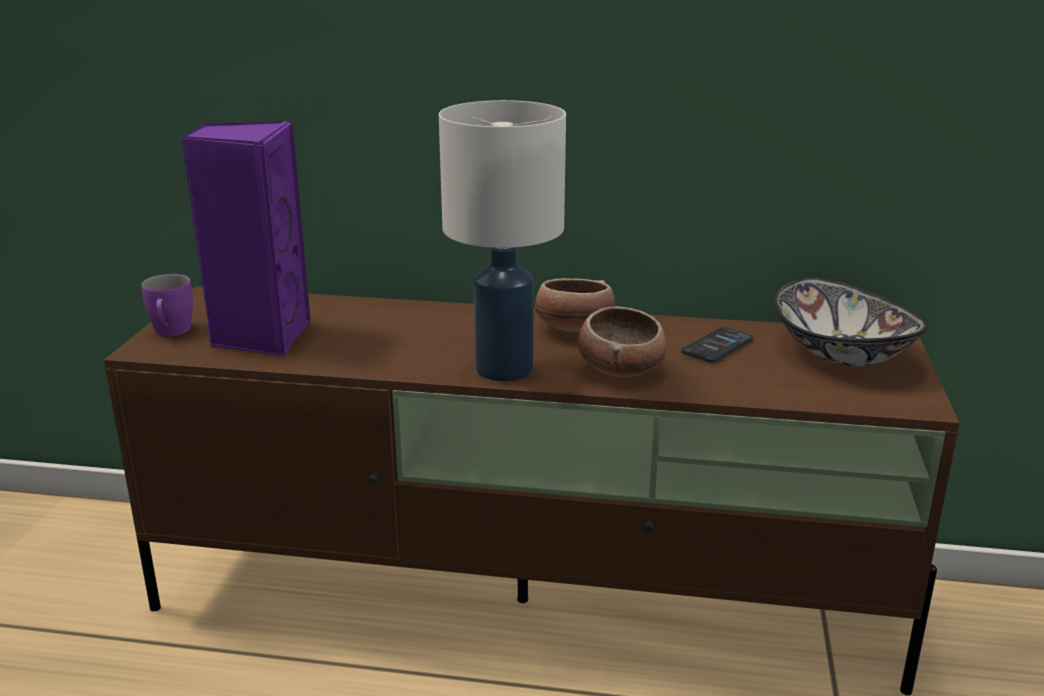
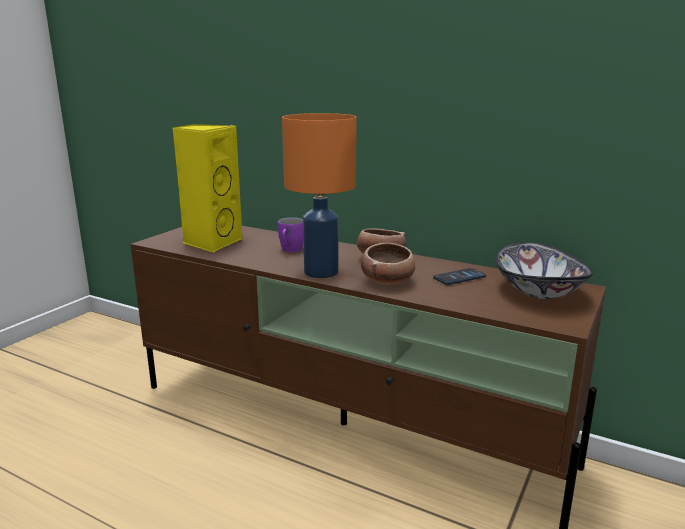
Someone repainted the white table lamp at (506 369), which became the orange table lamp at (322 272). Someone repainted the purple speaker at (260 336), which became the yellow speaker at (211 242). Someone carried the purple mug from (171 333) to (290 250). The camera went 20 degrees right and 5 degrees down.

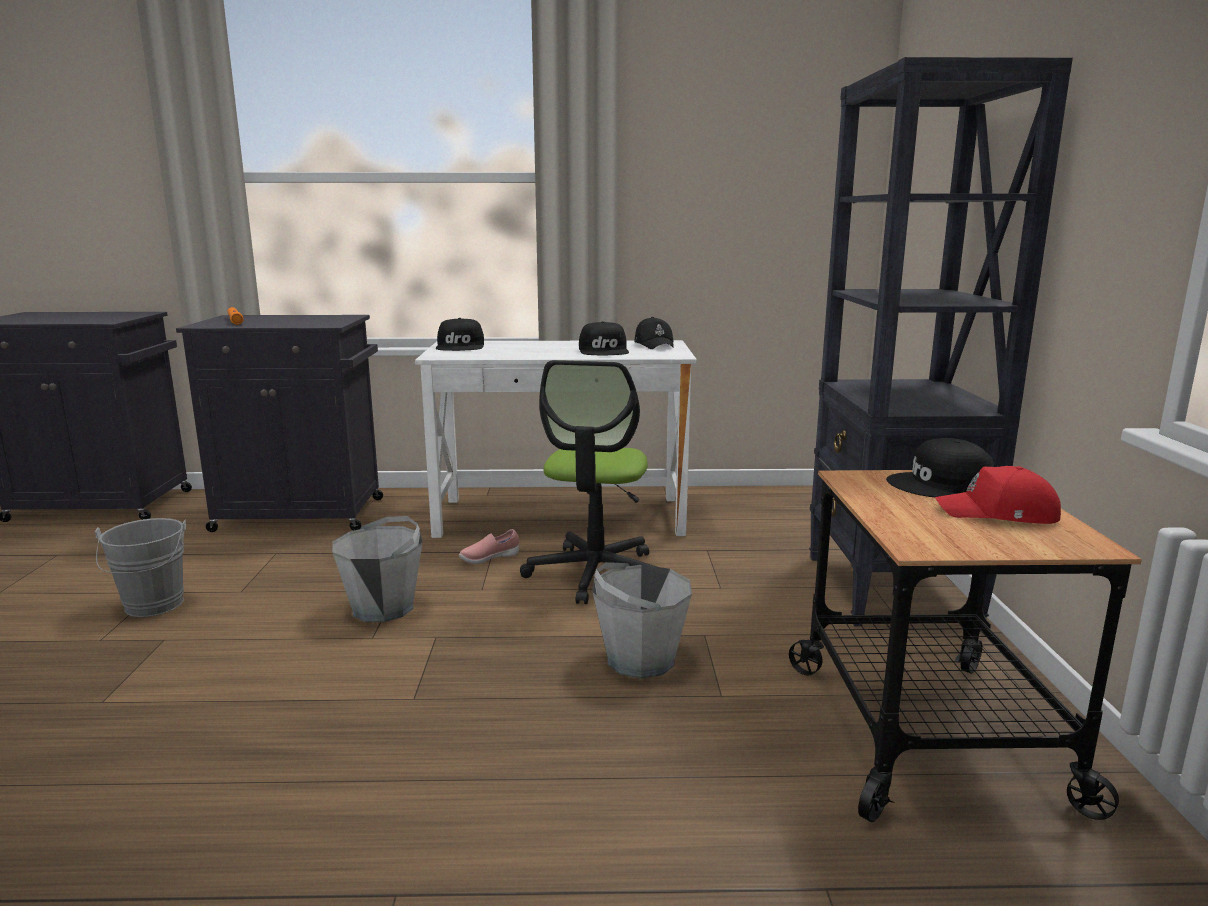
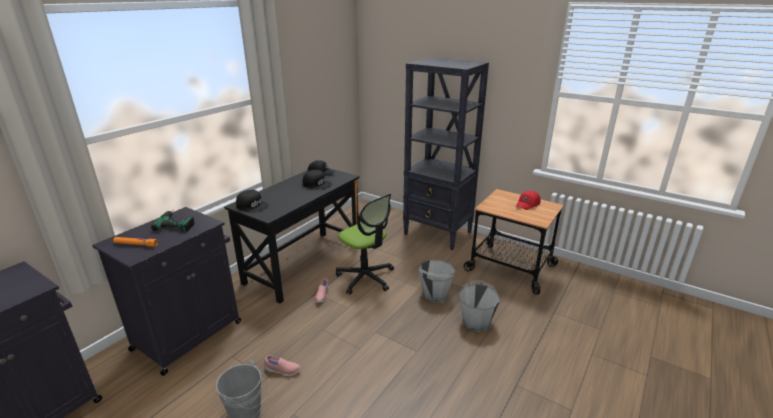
Someone repainted the white desk at (561 516), which became the black desk at (303 264). Someone took away the black cap at (941 485). Someone carried the grey bucket from (383 608) to (476 322). Someone put down the power drill at (178 222). Someone put down the pink shoe at (282 371). The camera went 55 degrees left and 10 degrees up.

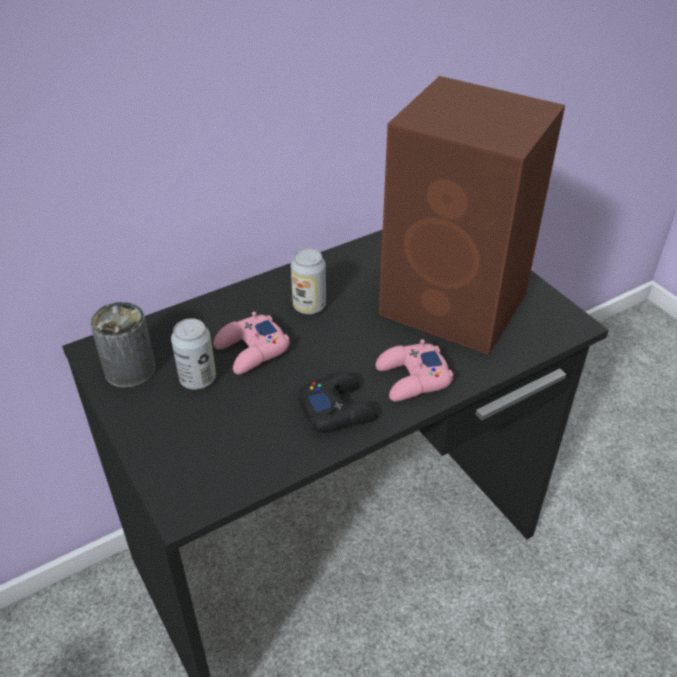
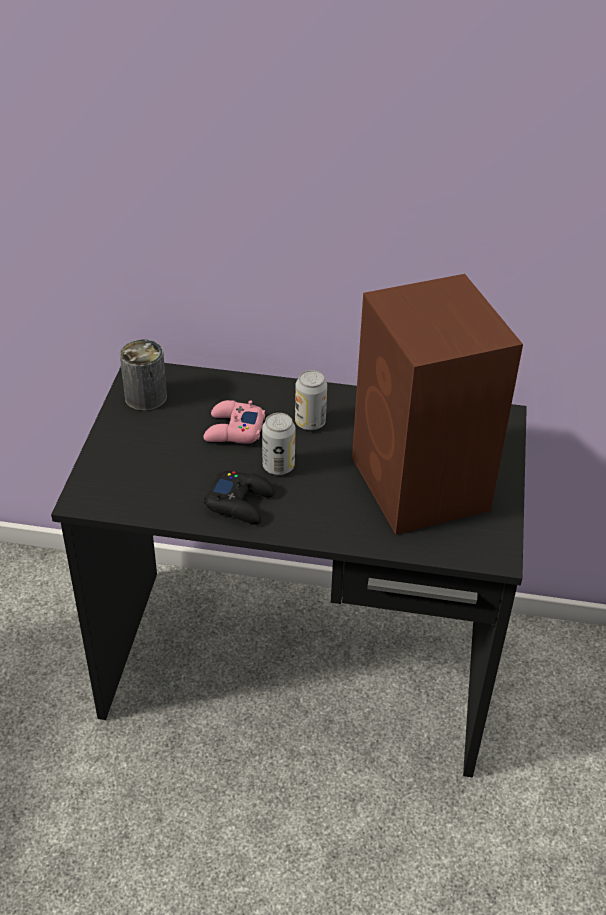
Someone carried the can from (198 379) to (278 466). Someone took away the pink game controller at (412 378). The camera went 40 degrees right and 0 degrees up.

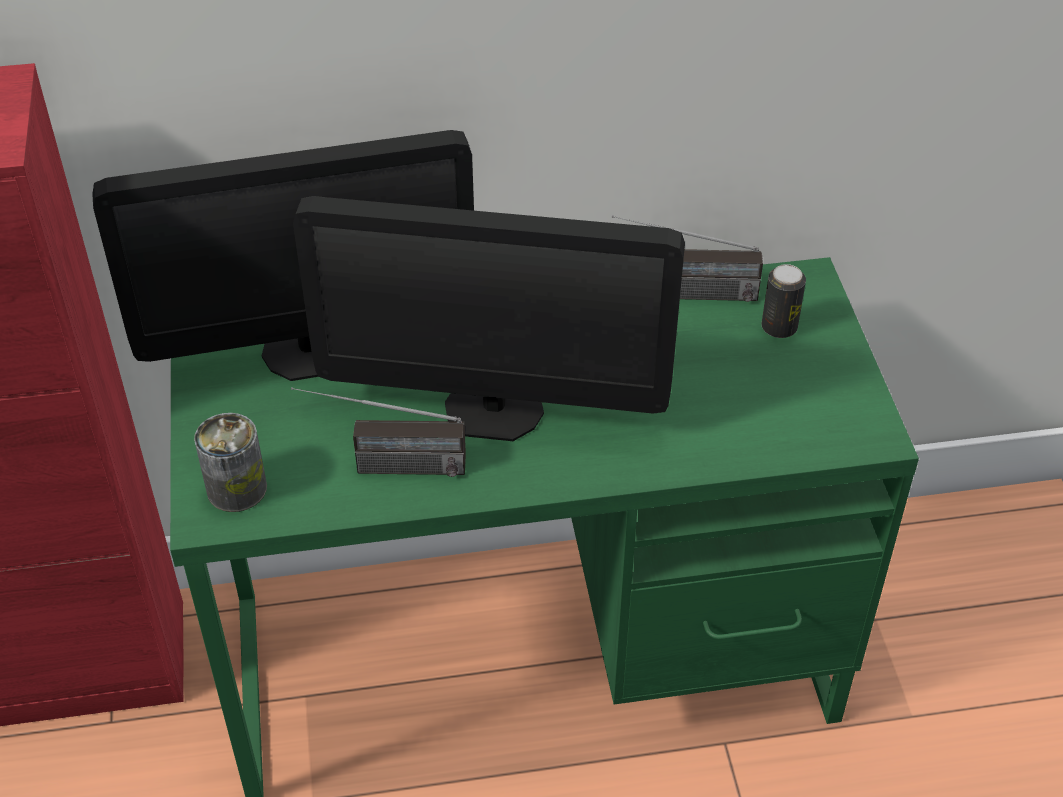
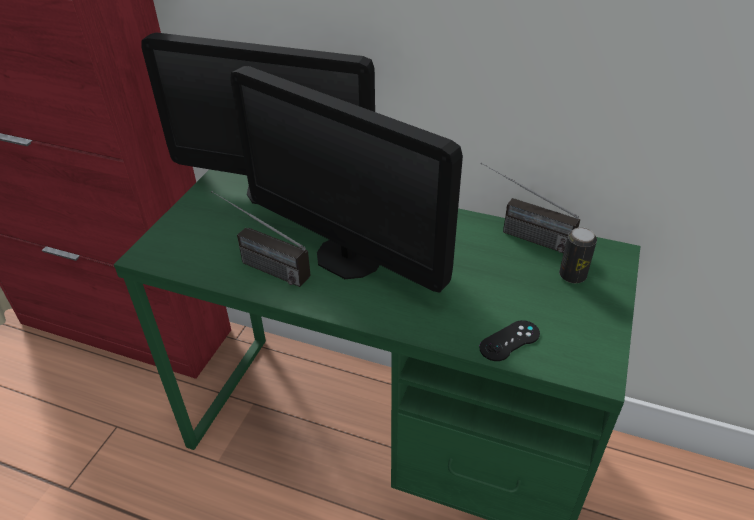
Someone took away the can at (236 488). Someone put down the black game controller at (509 341). The camera went 30 degrees right and 5 degrees down.

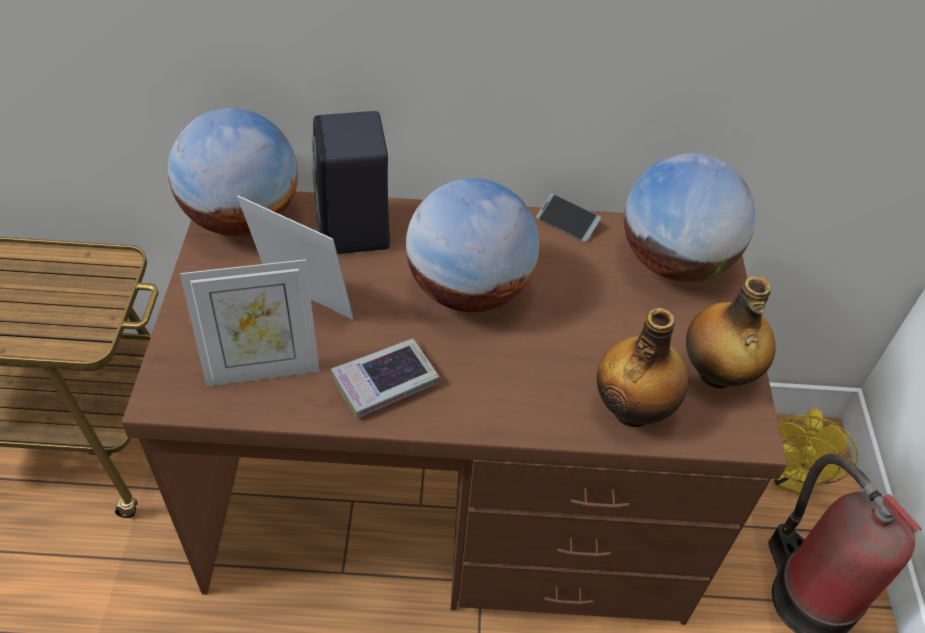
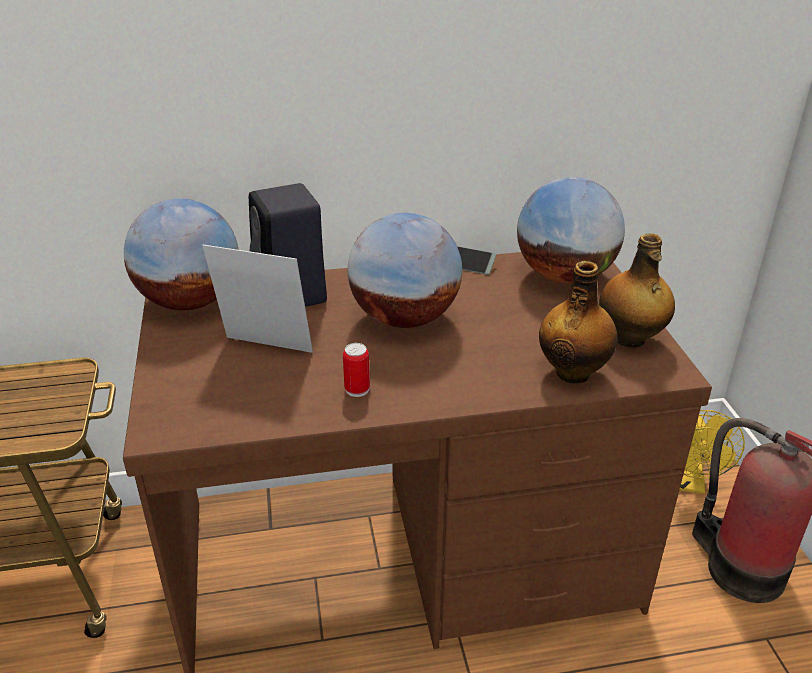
Someone took away the picture frame at (262 369). Someone swapped the book at (385 382) for the can at (357 389). The camera went 10 degrees left and 15 degrees down.

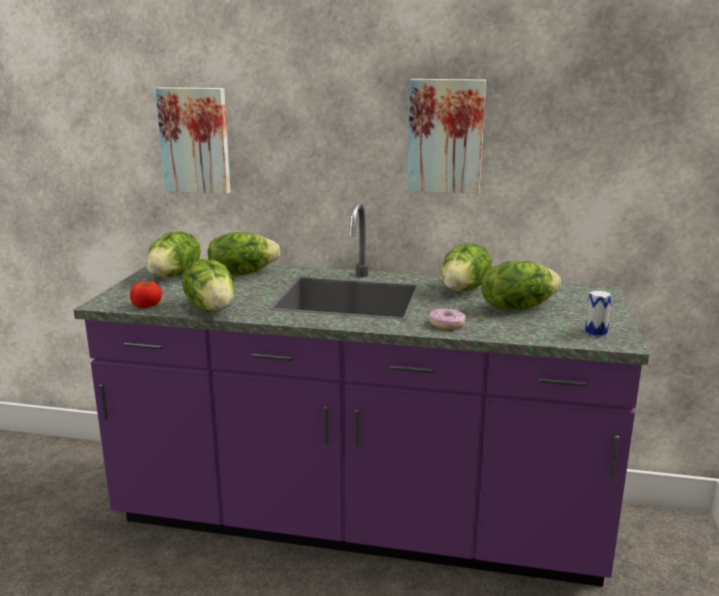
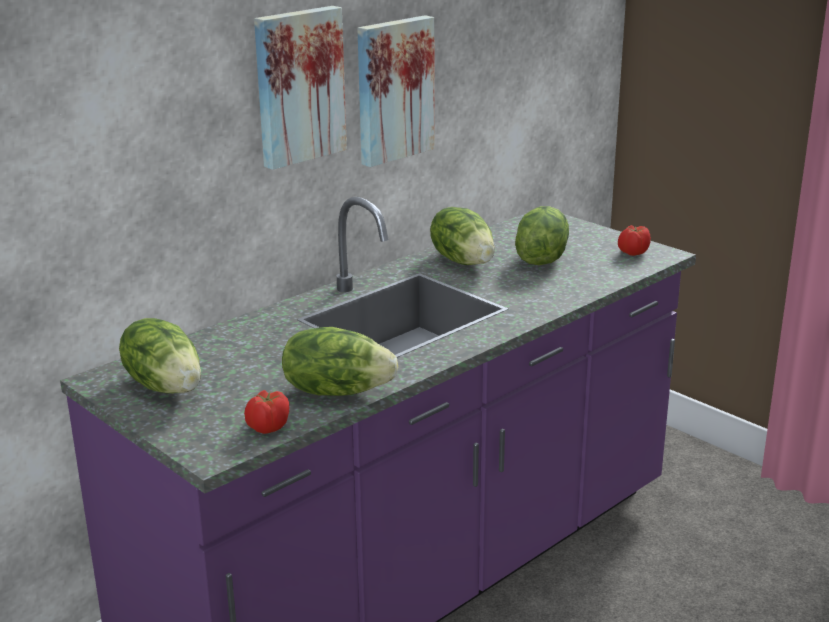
Someone carried the picture from (195 140) to (298 86). Someone took away the lettuce at (242 273). Someone swapped the can at (596 332) for the tomato at (633 253). Someone took away the donut at (446 324). The camera went 55 degrees left and 5 degrees up.

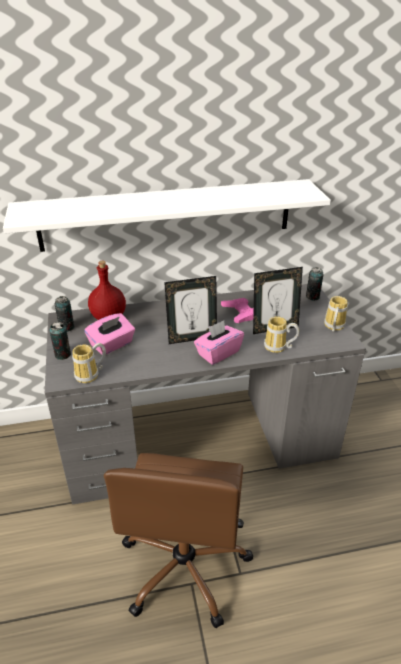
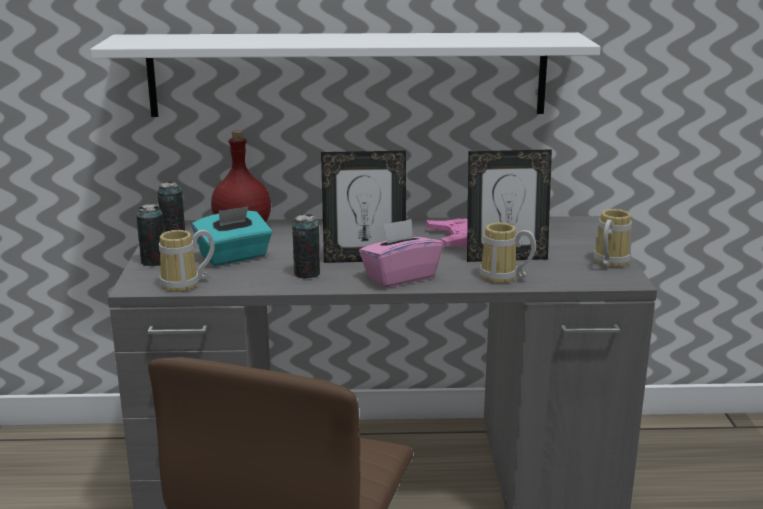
Someone carried the can from (312 297) to (307 274). Someone repainted the pink tissue box at (112 345), which became the turquoise tissue box at (234 257). The camera went 10 degrees right and 15 degrees down.

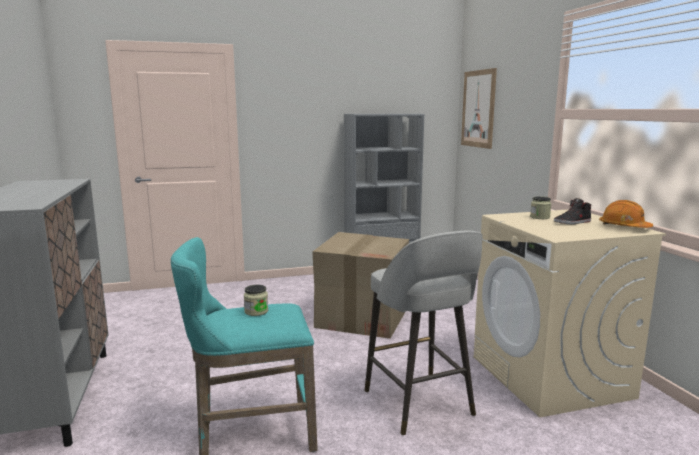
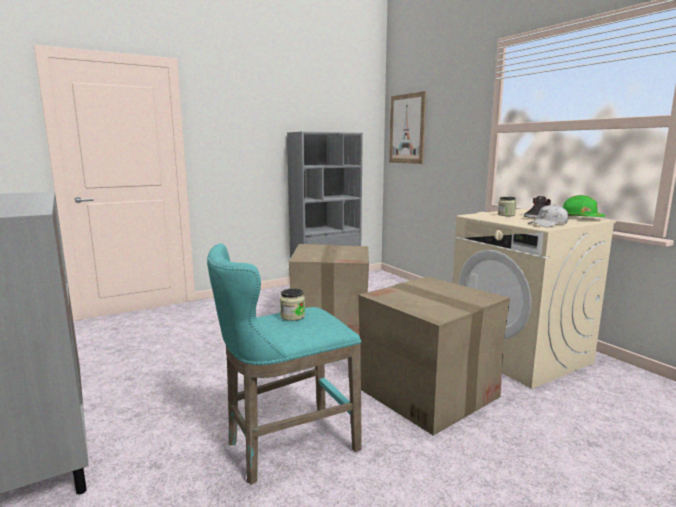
Someone repainted the orange hard hat at (624 227), which became the green hard hat at (580 218). Someone swapped the grey stool at (419 404) for the cardboard box at (428 392). Someone put down the white cap at (548 224). The camera went 15 degrees left and 0 degrees up.

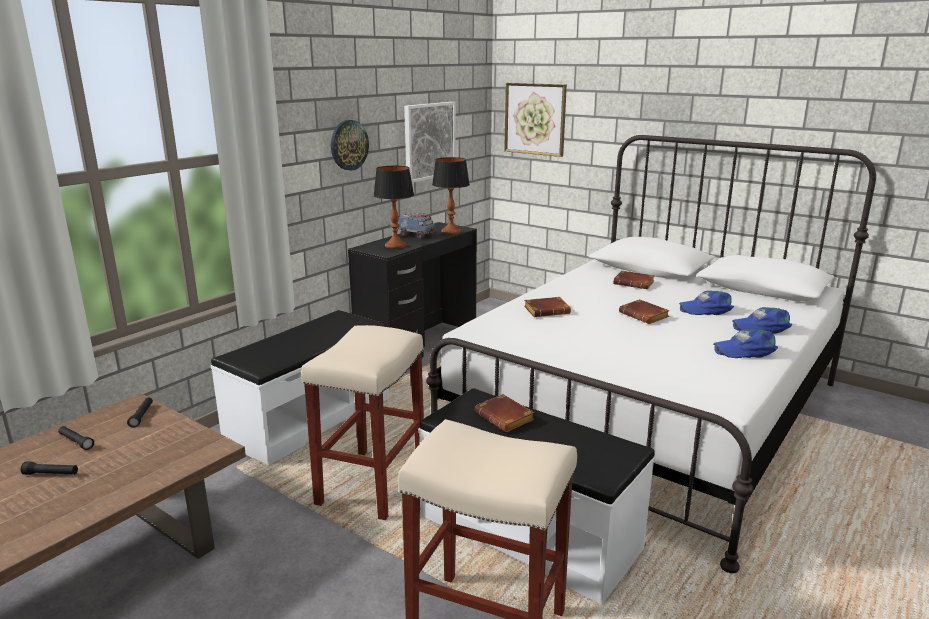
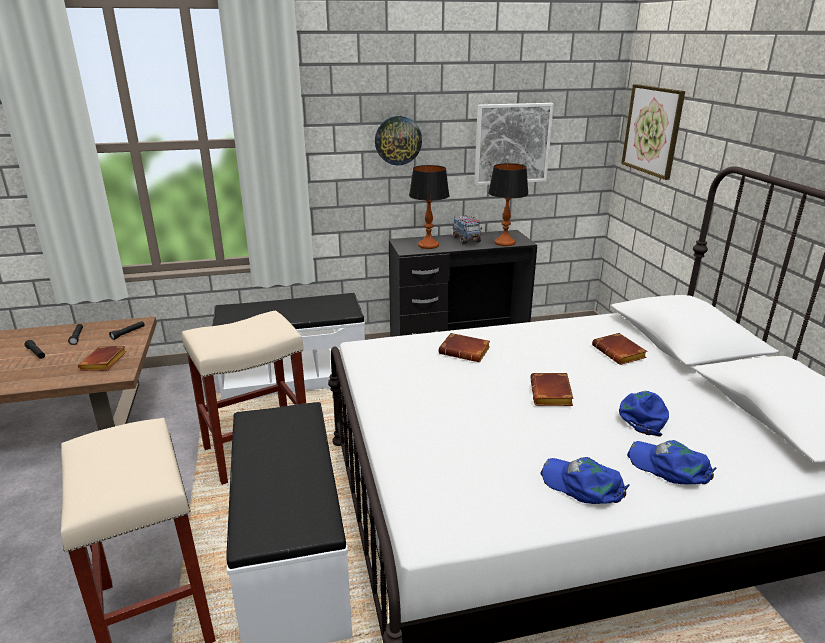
Someone rotated the blue cap at (706 309) by 75 degrees clockwise. Someone carried the brown book from (506 418) to (104 362). The camera went 40 degrees right and 5 degrees up.

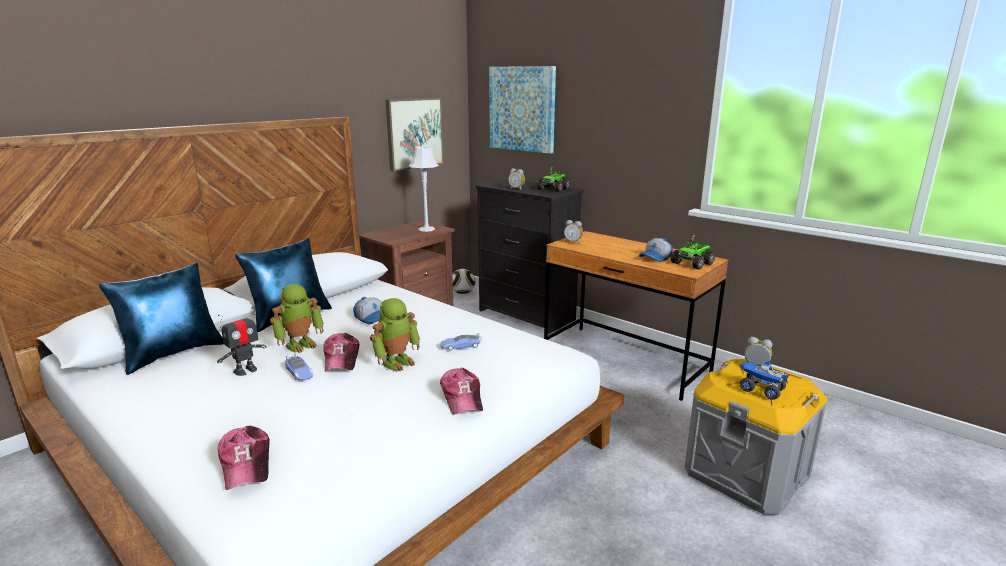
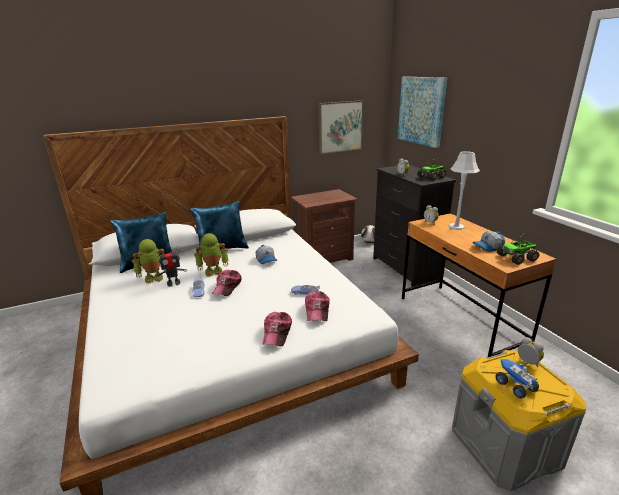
Someone carried the grey table lamp from (426 229) to (456 226). Someone carried the toy robot from (397 362) to (154 277). Someone carried the cap from (246 464) to (317 310). The camera went 25 degrees right and 5 degrees up.

